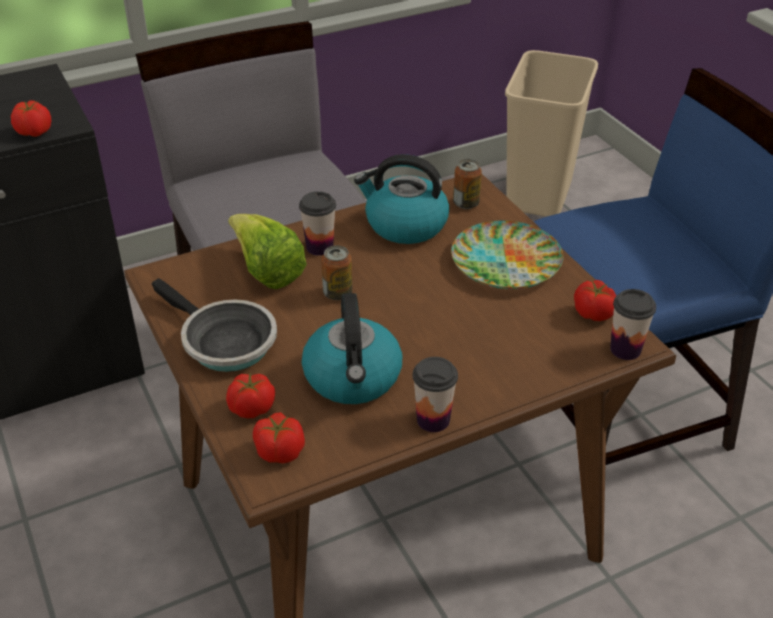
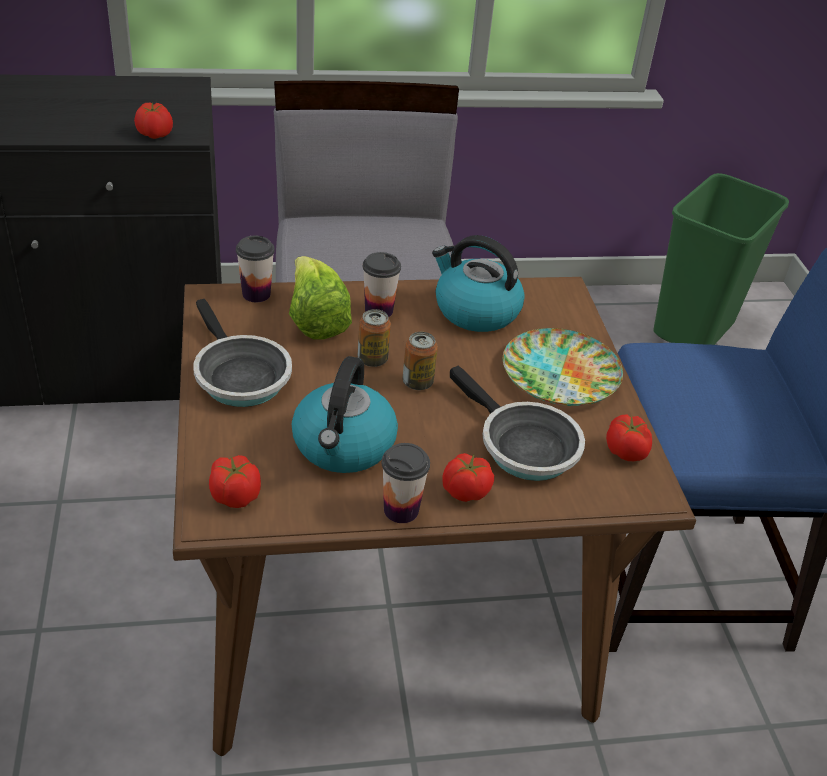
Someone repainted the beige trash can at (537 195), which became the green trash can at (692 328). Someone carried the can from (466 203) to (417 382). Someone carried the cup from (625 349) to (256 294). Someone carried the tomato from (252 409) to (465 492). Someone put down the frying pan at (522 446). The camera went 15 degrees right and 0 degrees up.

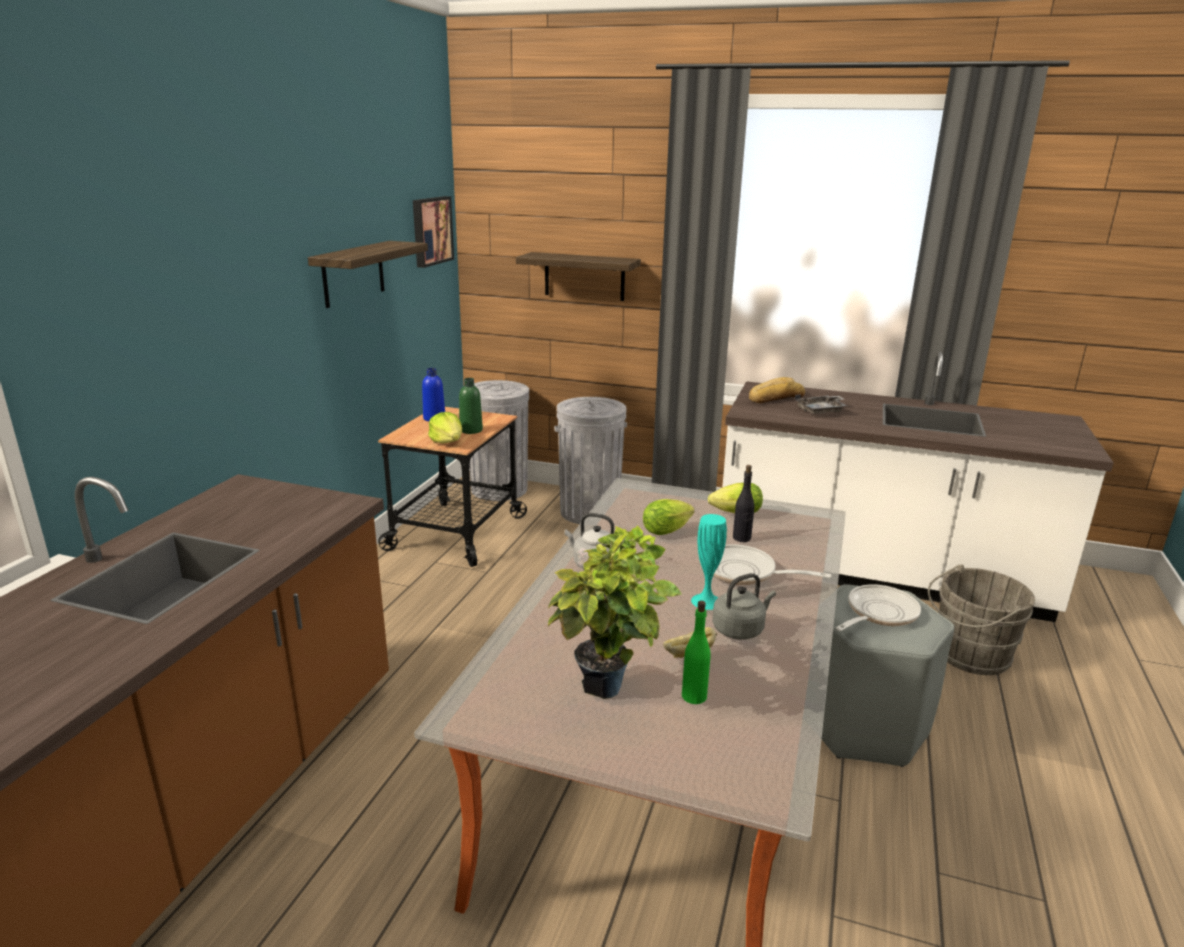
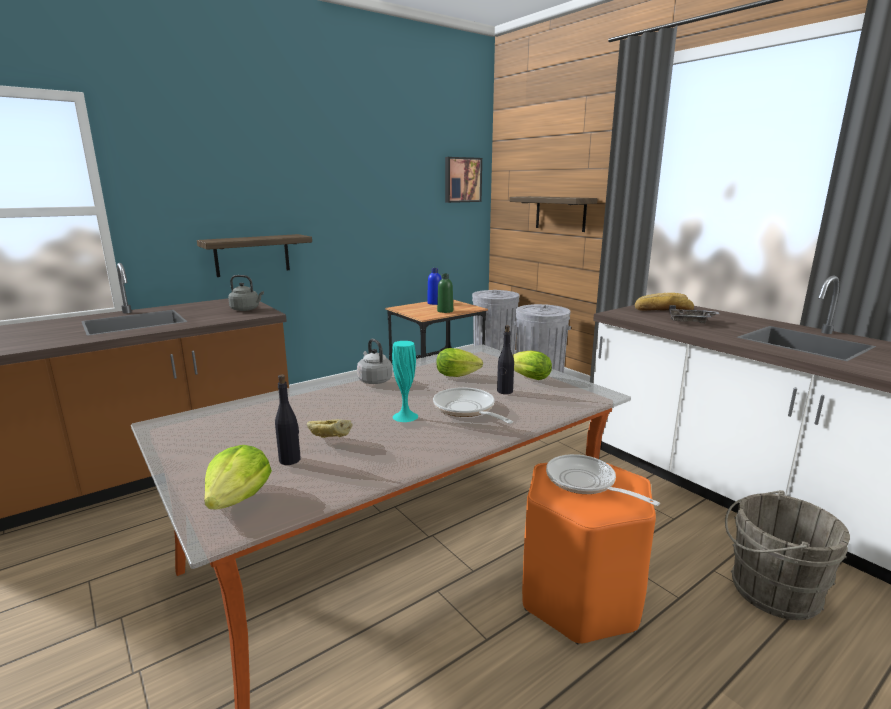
Someone carried the shelf from (353 273) to (252 255). Someone carried the lettuce from (447 441) to (238 498). Someone took away the potted plant at (609 693). Someone carried the grey kettle from (740 629) to (246 309). Someone repainted the grey stool at (864 726), which became the orange stool at (580 598). Someone rotated the frying pan at (878 613) by 120 degrees counterclockwise. Someone repainted the green bottle at (694 696), which became the black bottle at (290 460). The camera went 35 degrees right and 5 degrees down.

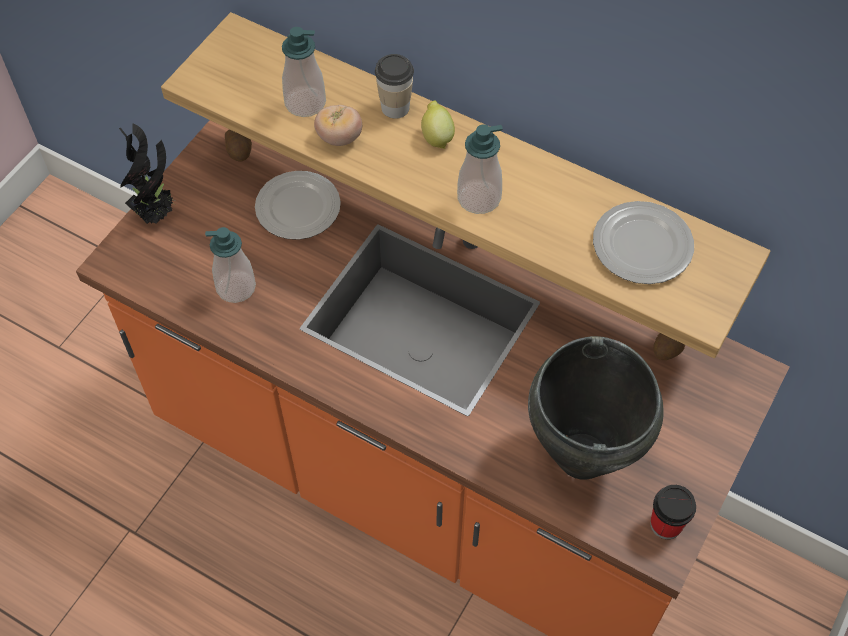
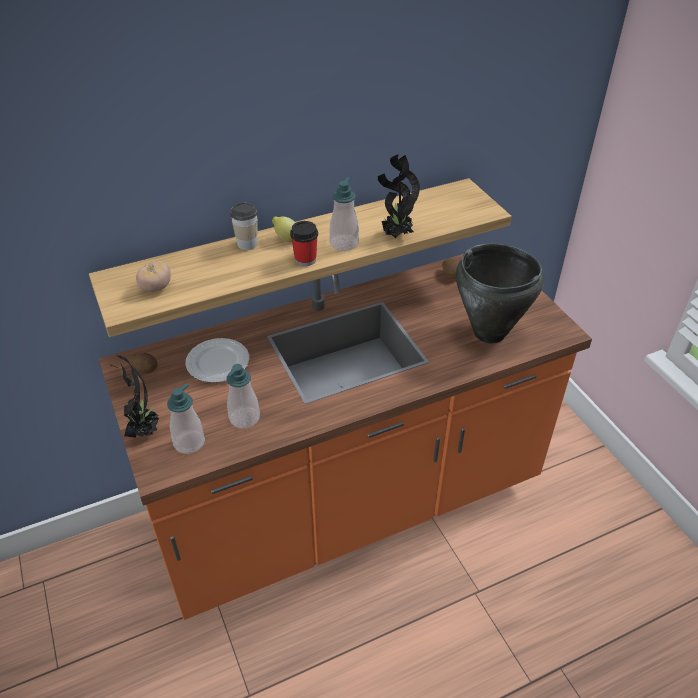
Someone carried the soap dispenser from (305 103) to (189 442). Someone carried the tomato from (339 137) to (156 288). Someone took away the plate at (641 246). Someone carried the cup from (666 524) to (305 260). Someone put down the potted plant at (396 235). The camera went 55 degrees left and 15 degrees down.

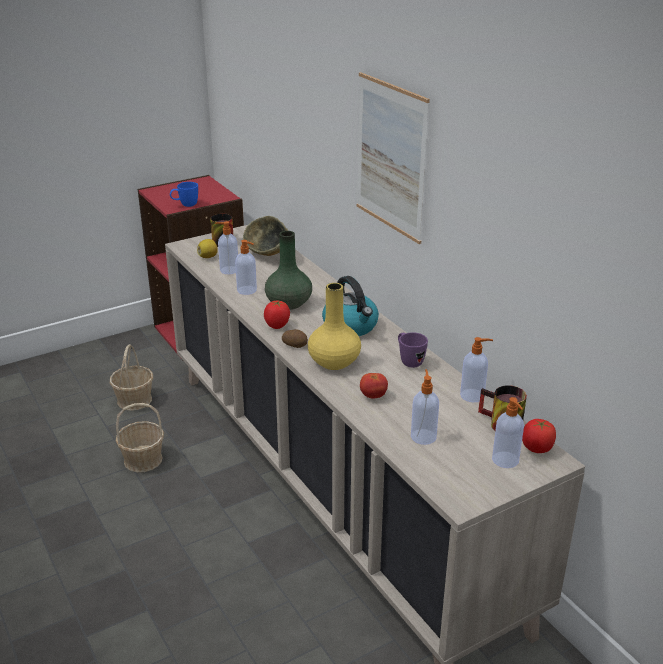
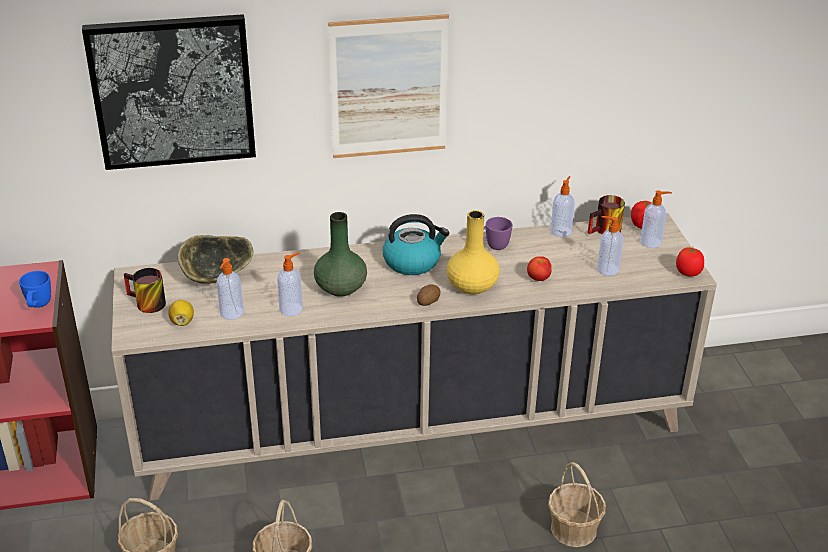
Someone carried the tomato from (277 325) to (688 273). Someone put up the picture at (172 91). Someone put down the basket at (573 529). The camera went 70 degrees left and 5 degrees up.

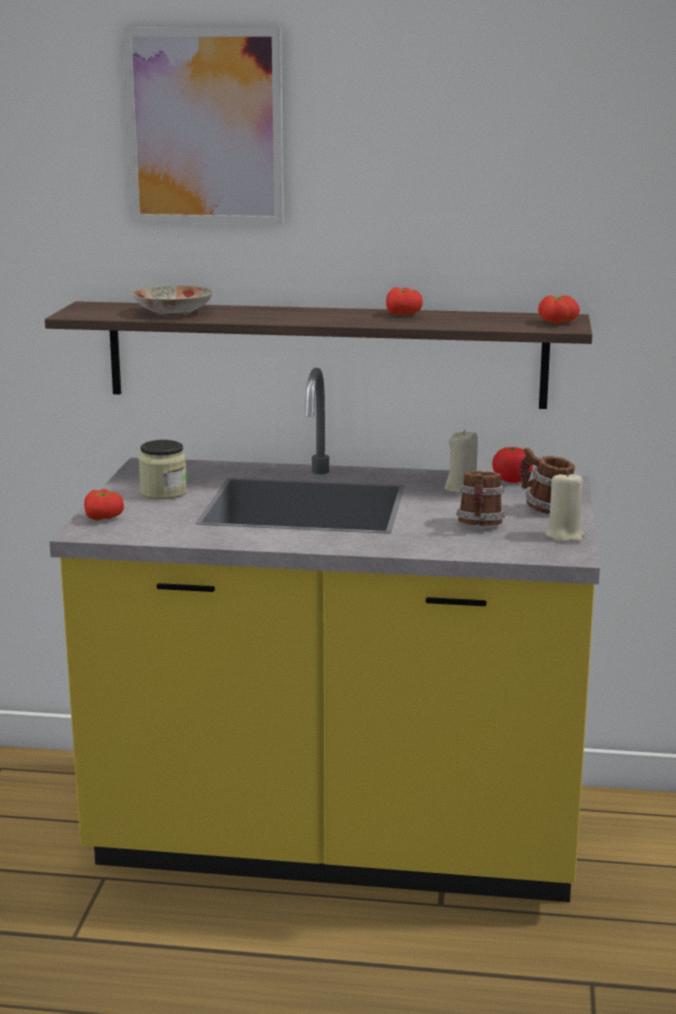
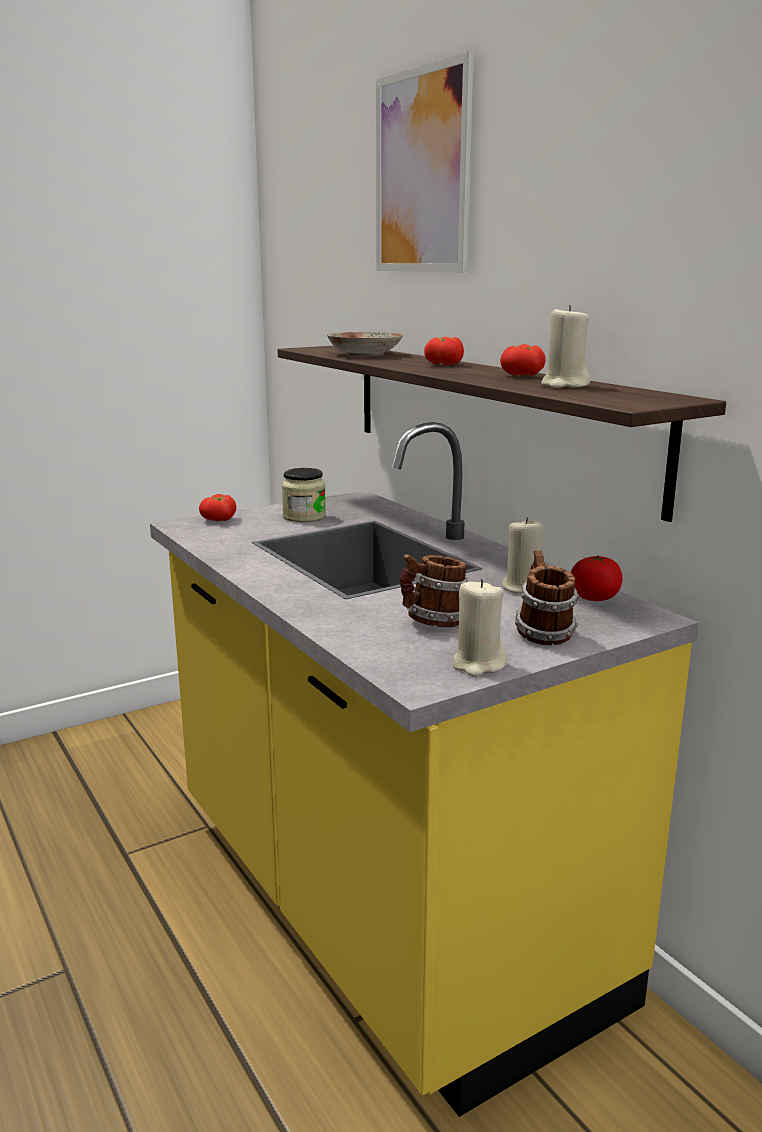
Someone carried the tomato from (556 323) to (443 365). Someone put down the beige candle at (564 385). The camera went 50 degrees right and 0 degrees up.

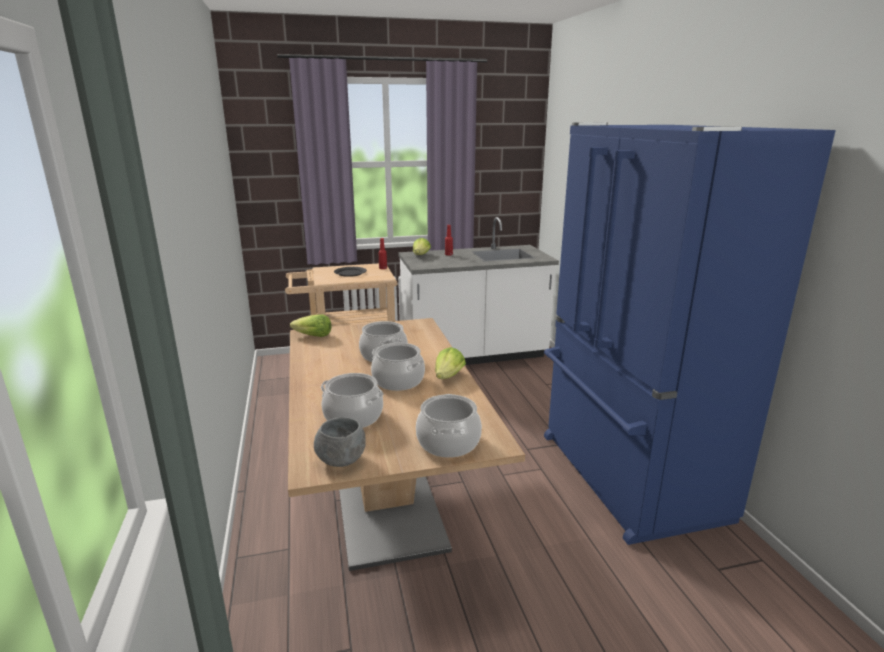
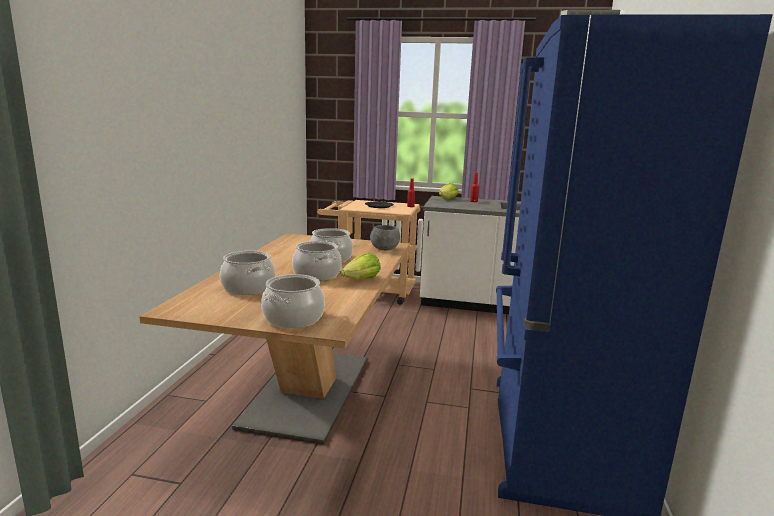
Someone took away the lettuce at (313 336). Someone carried the grey bowl from (341 460) to (384 249). The camera went 25 degrees right and 5 degrees down.

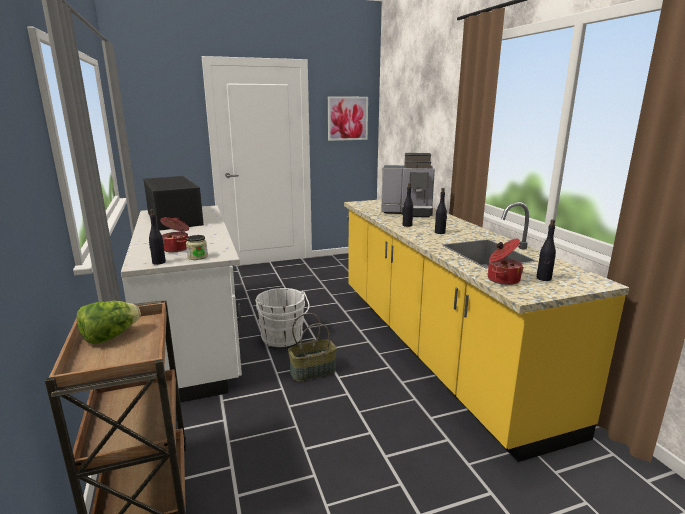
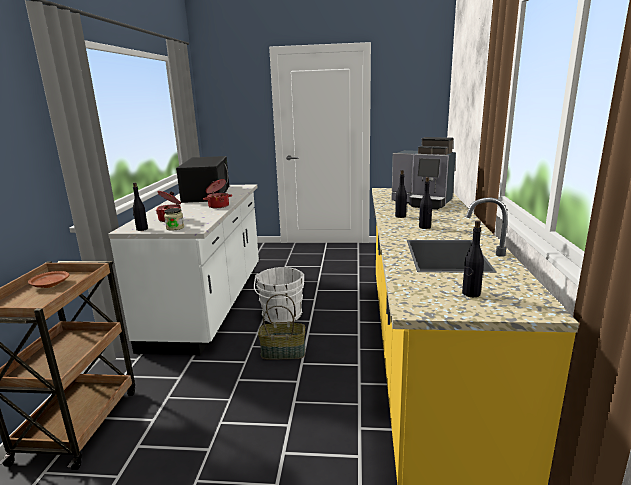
Someone took away the picture at (347 118). Someone carried the cooking pot from (502 279) to (218 206). Someone swapped the lettuce at (110 337) for the brown plate at (50 284). The camera went 25 degrees right and 0 degrees up.

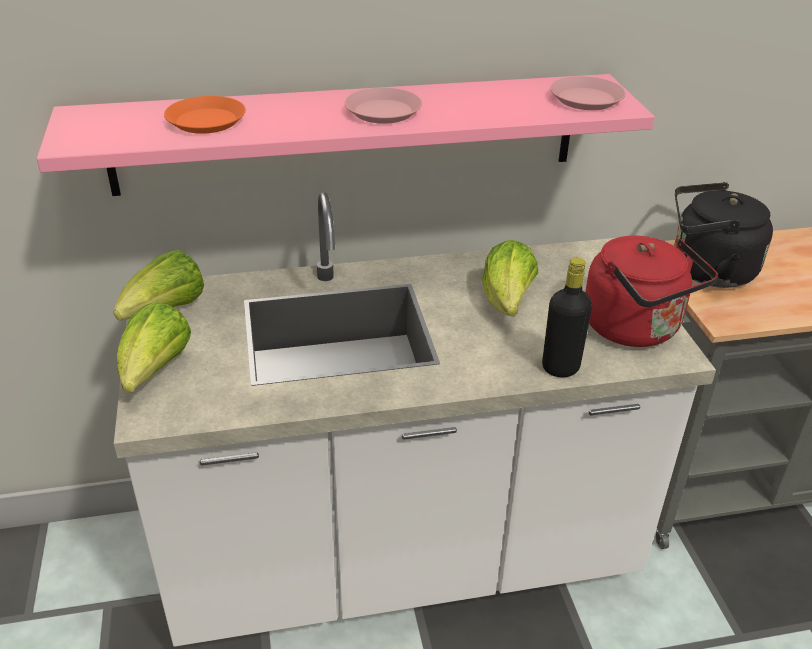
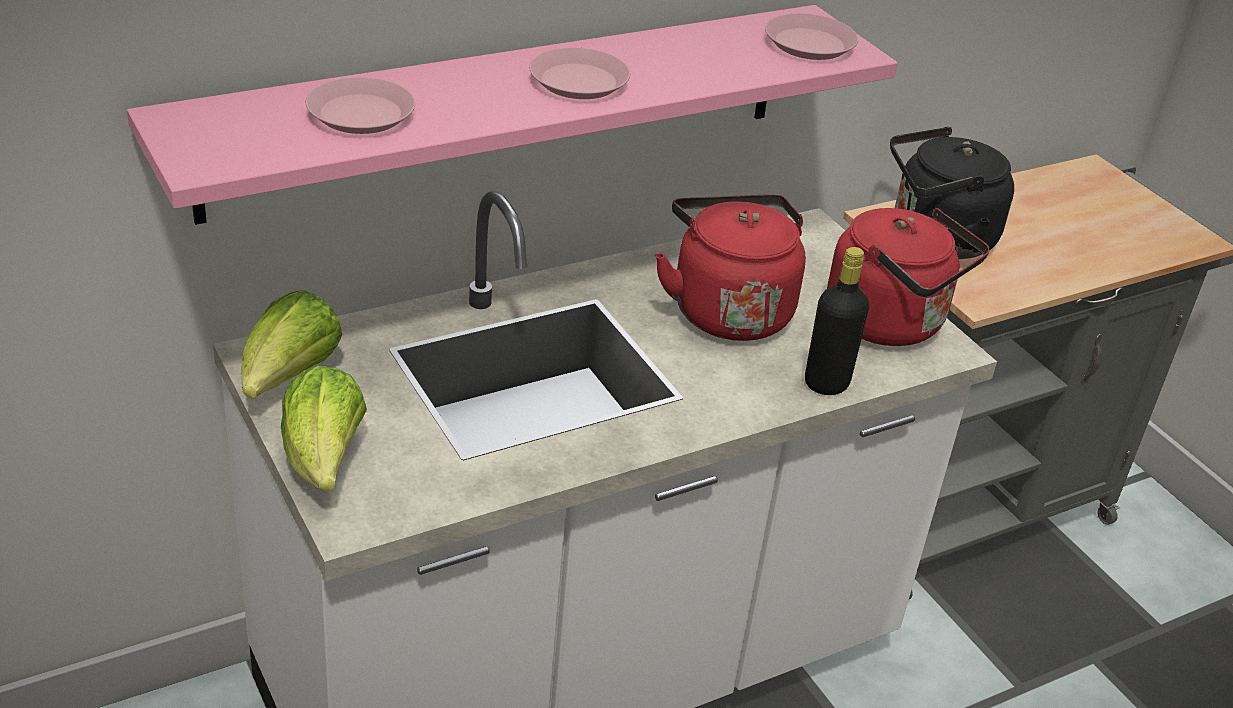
Someone repainted the orange plate at (206 121), which became the pink plate at (360 114). Someone swapped the lettuce at (507 302) for the red kettle at (728 309). The camera went 20 degrees left and 0 degrees up.

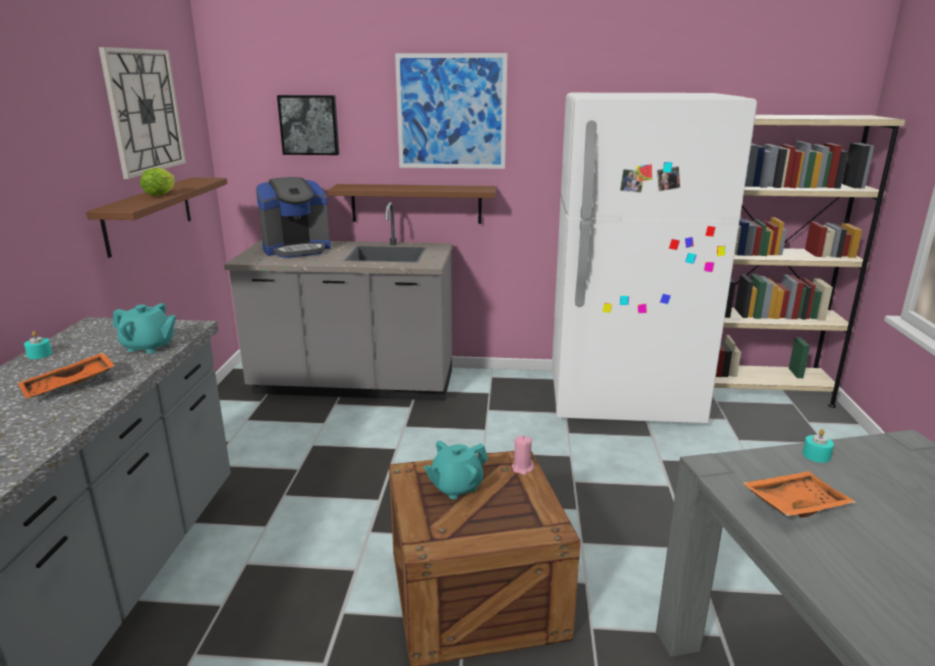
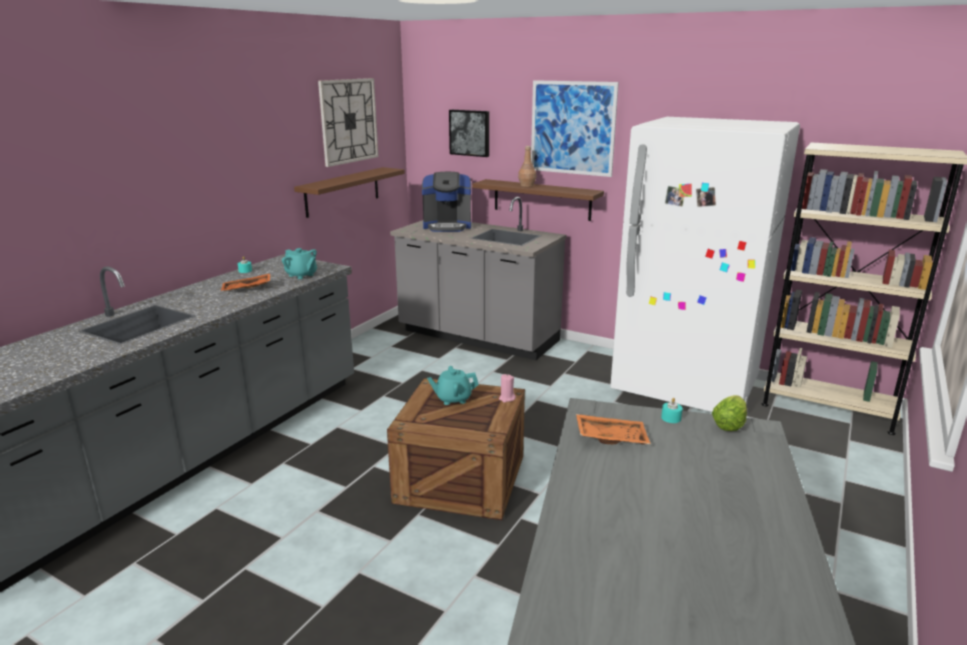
Someone carried the lettuce from (162 194) to (730 424). Someone put down the brown bottle at (527 185). The camera went 25 degrees right and 0 degrees up.

